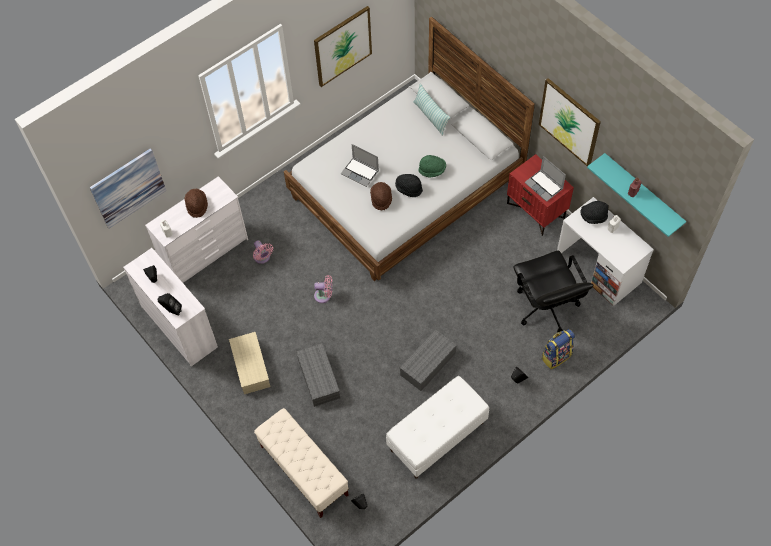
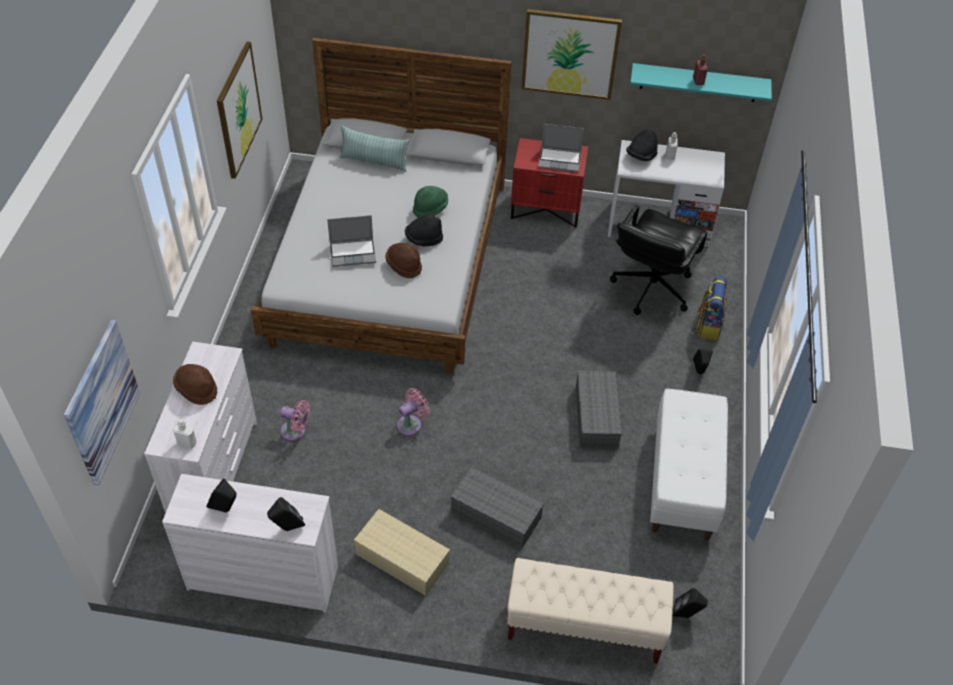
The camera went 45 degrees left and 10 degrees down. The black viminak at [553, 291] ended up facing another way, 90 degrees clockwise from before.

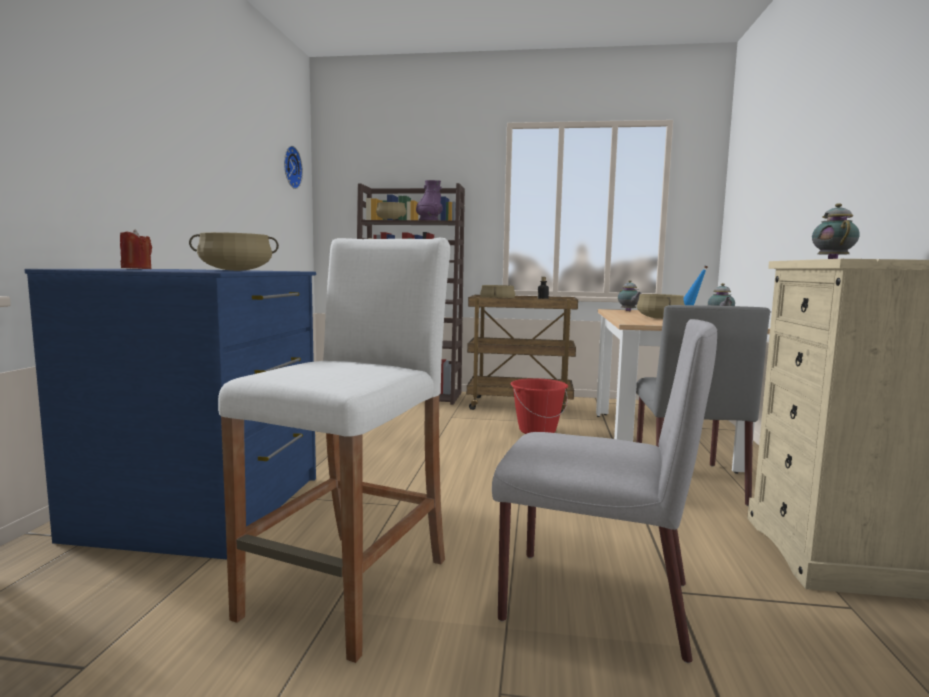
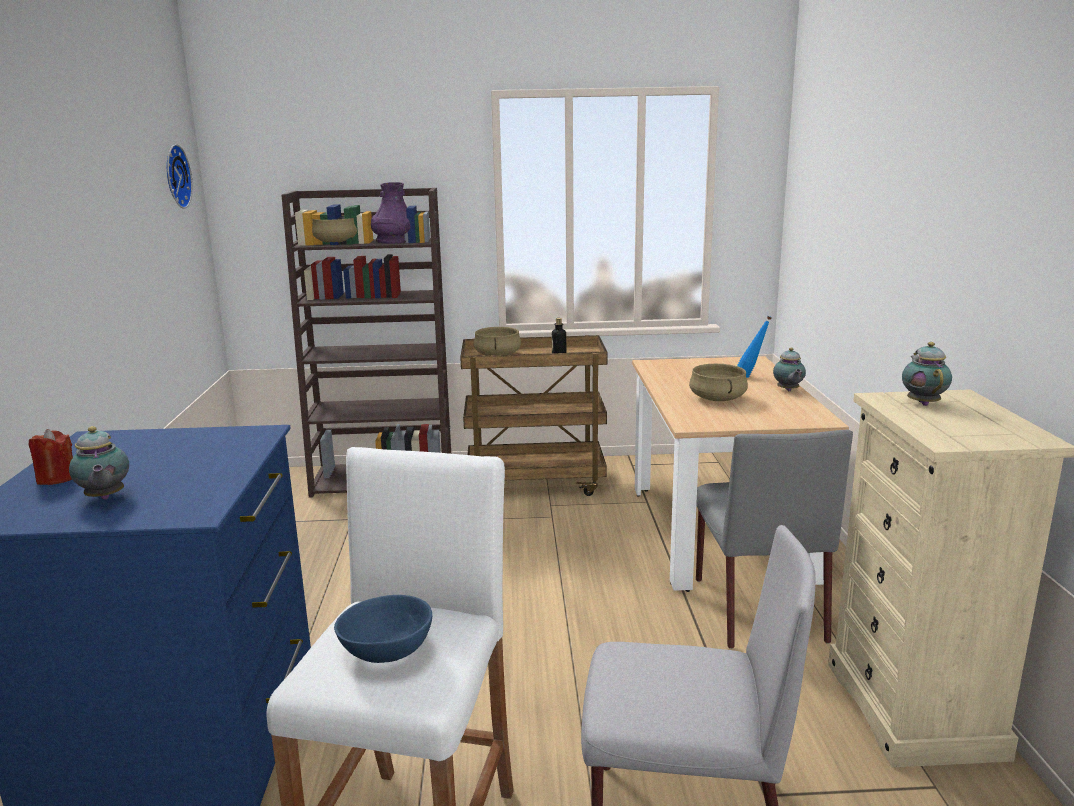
The camera went 10 degrees left and 10 degrees up. The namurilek ended up elsewhere, having gone from [629, 295] to [99, 463]. The second view gained the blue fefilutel at [383, 629]. The second view lost the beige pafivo at [234, 251]. The second view lost the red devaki at [539, 406].

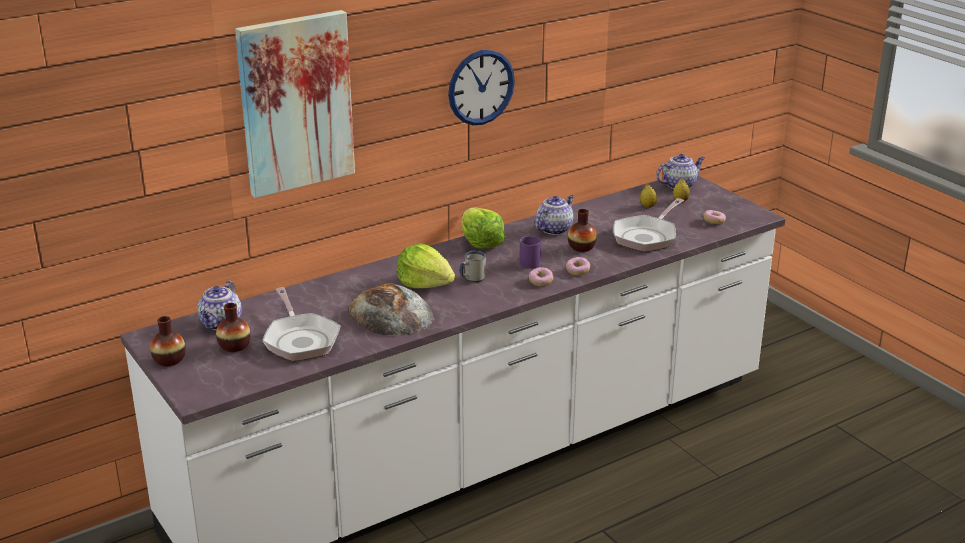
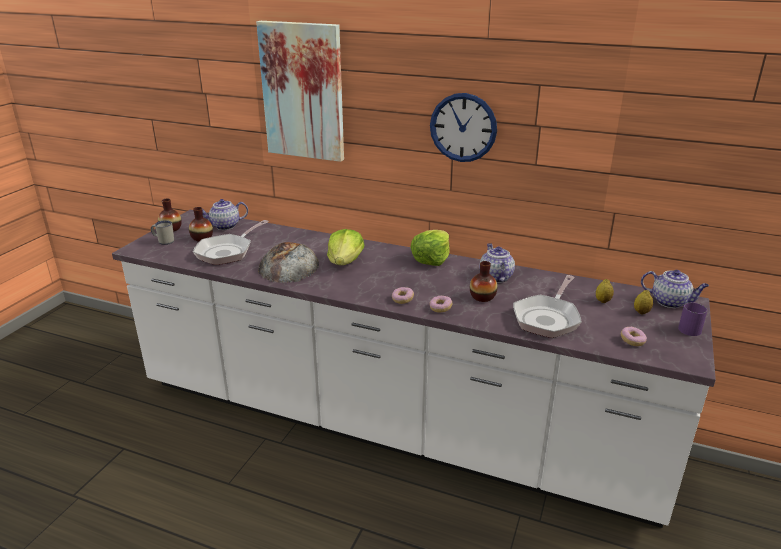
The camera went 55 degrees right and 0 degrees up. The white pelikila ended up elsewhere, having gone from [472, 266] to [162, 232]. The namurilek at [554, 215] ended up facing another way, 105 degrees counterclockwise from before. The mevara at [648, 225] ended up facing another way, 60 degrees counterclockwise from before. The purple pelikila ended up elsewhere, having gone from [530, 252] to [693, 319].

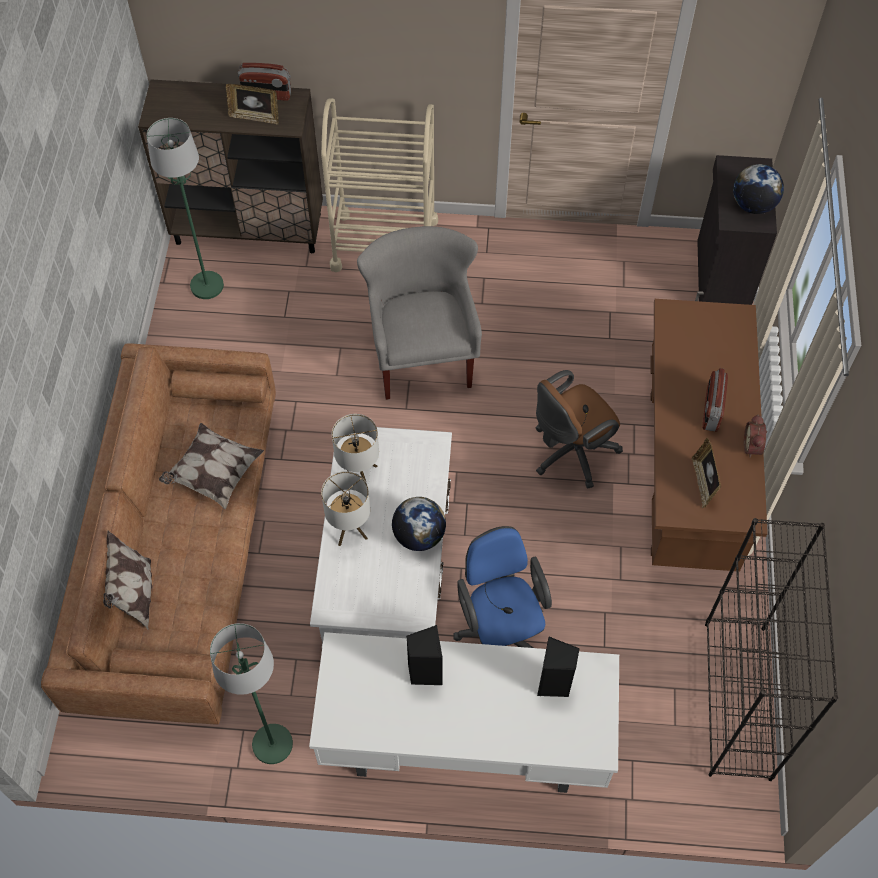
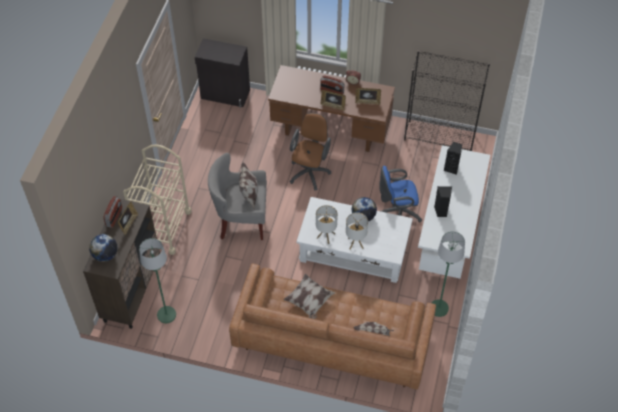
The camera went 80 degrees left and 5 degrees down. The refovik ended up elsewhere, having gone from [758, 189] to [103, 248]. The second view gained the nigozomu at [248, 185]. The brown viminak at [579, 429] ended up facing another way, 135 degrees counterclockwise from before. The second view gained the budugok at [333, 100].

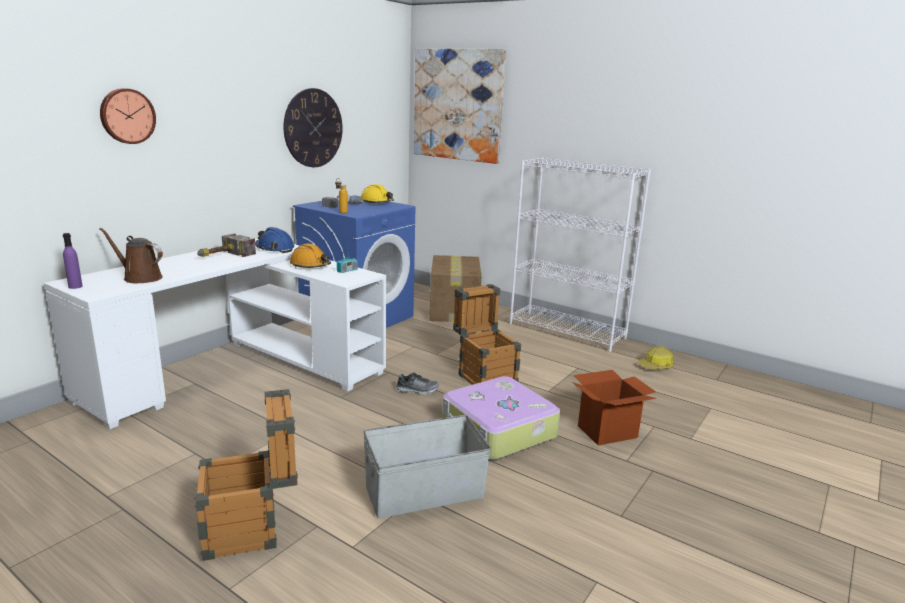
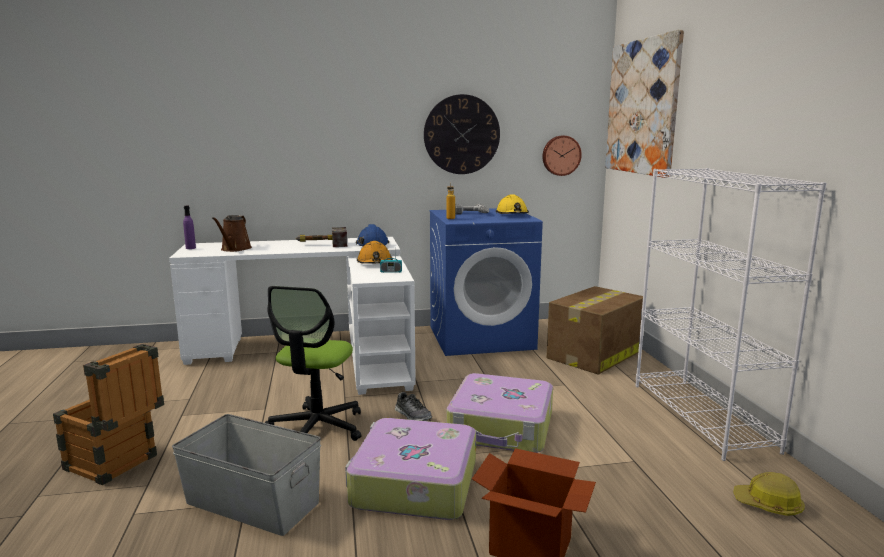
The camera went 45 degrees right and 5 degrees down. The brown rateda at [131, 255] ended up facing another way, 150 degrees counterclockwise from before. The second view gained the viminak at [313, 363]. Where the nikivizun stood at [487, 334], the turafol came to stand at [499, 413]. The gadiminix ended up elsewhere, having gone from [128, 116] to [562, 156].

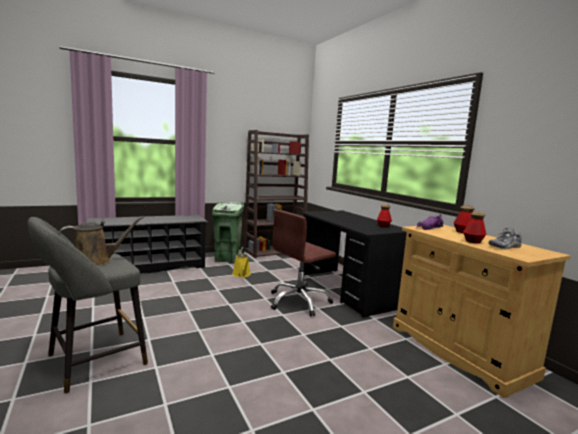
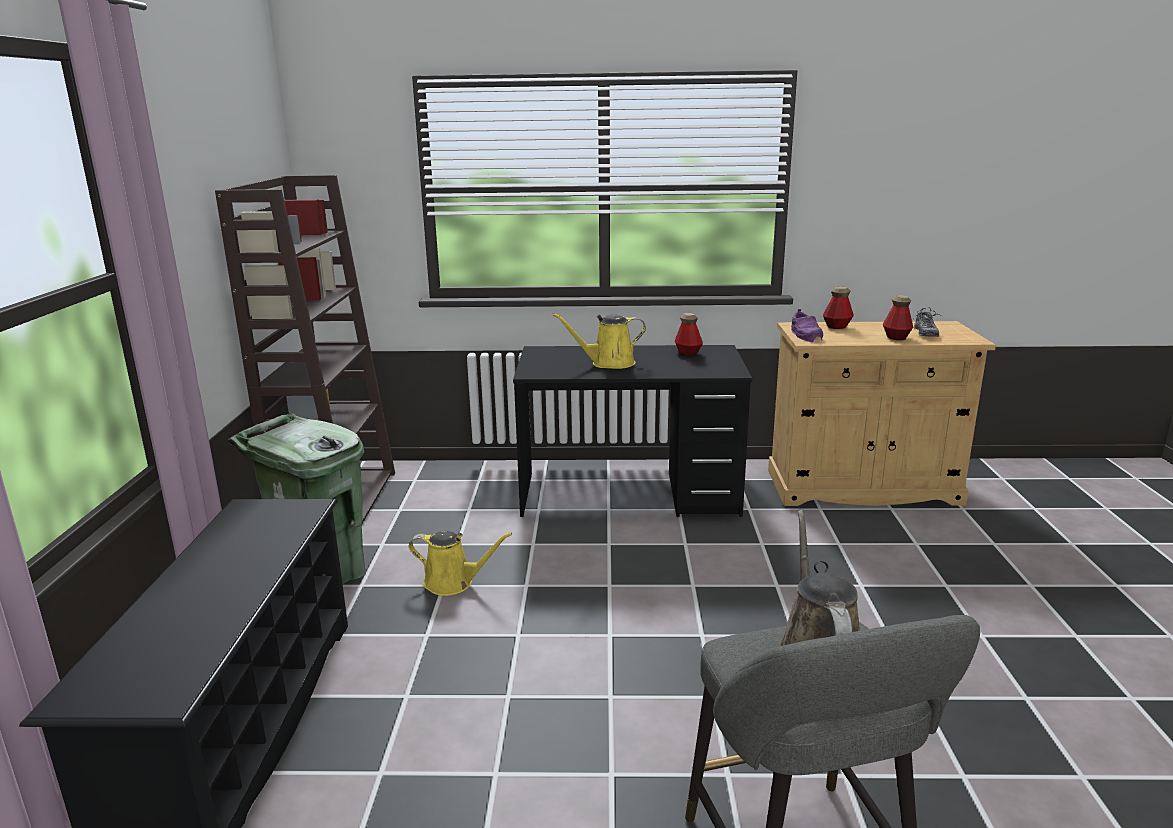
The camera went 60 degrees left and 10 degrees up. The second view gained the yellow rateda at [599, 341]. The second view lost the brown viminak at [303, 262].

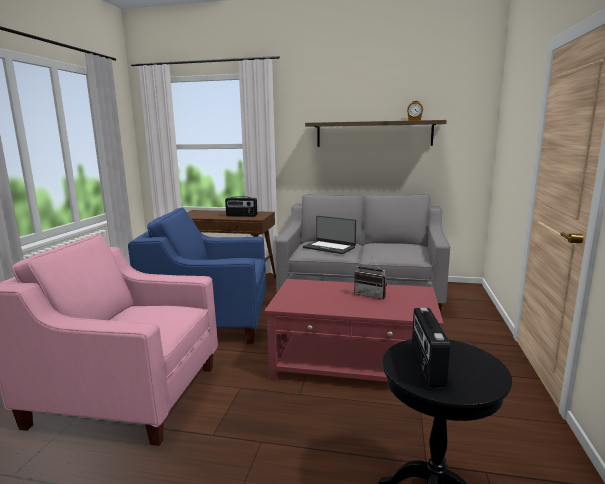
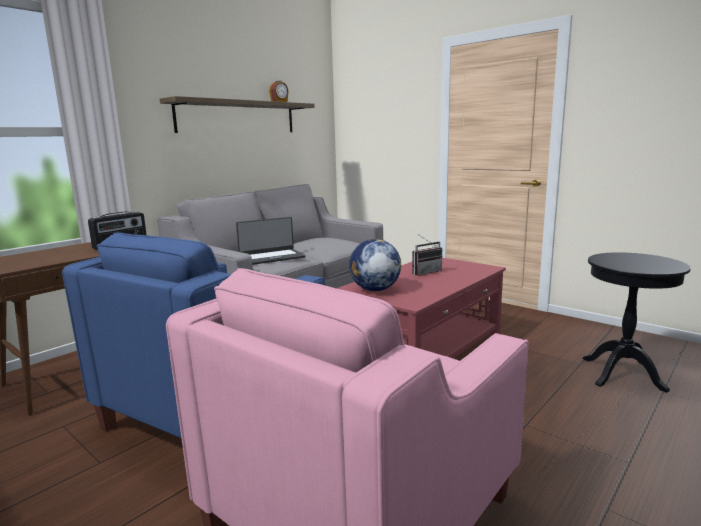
The camera went 60 degrees left and 0 degrees up. The second view gained the refovik at [375, 265]. The second view lost the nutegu at [431, 348].

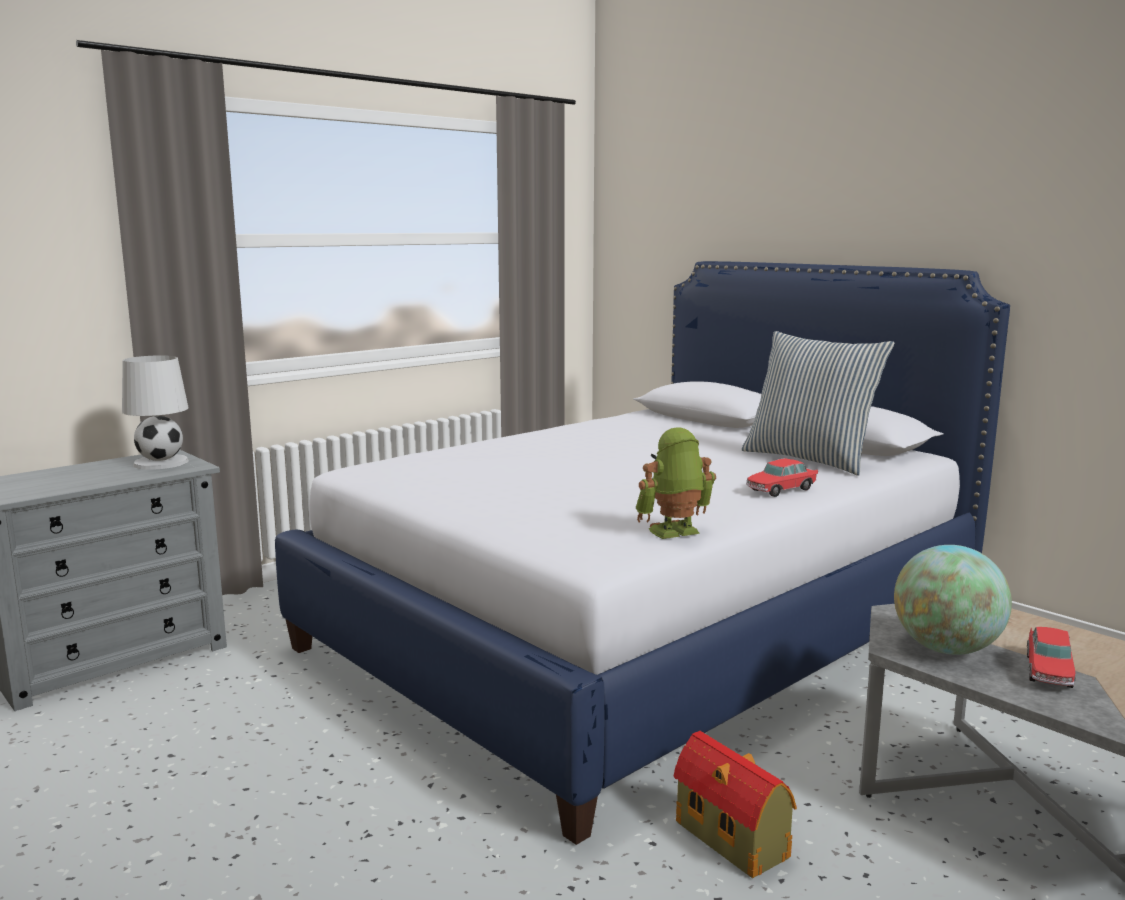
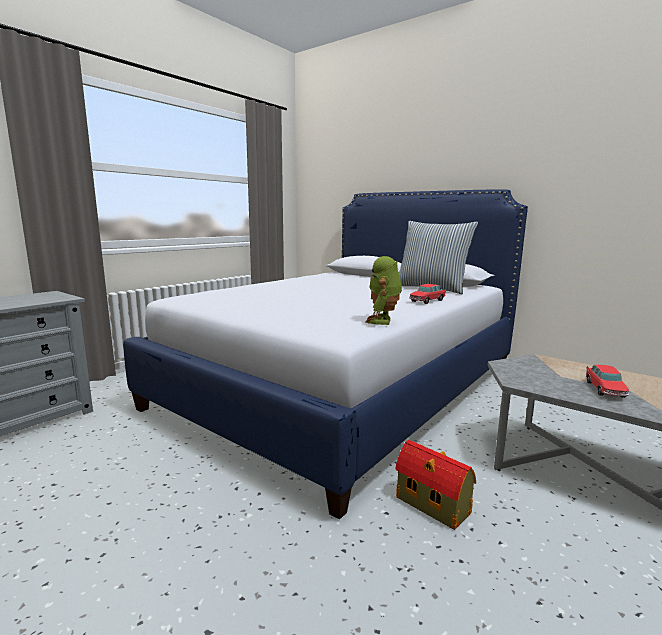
The camera went 10 degrees left and 0 degrees up. The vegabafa at [676, 483] ended up facing another way, 45 degrees counterclockwise from before. The second view lost the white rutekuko at [155, 412]. The second view lost the refovik at [953, 600].

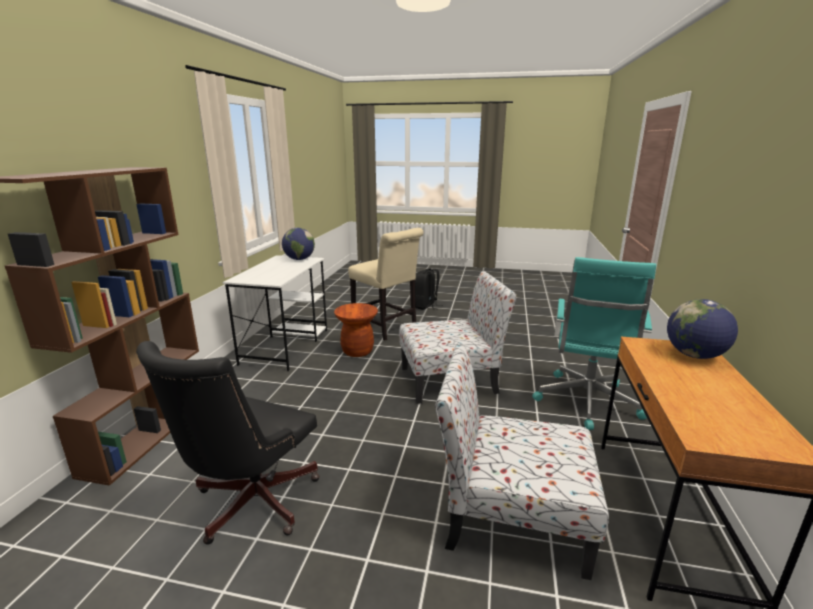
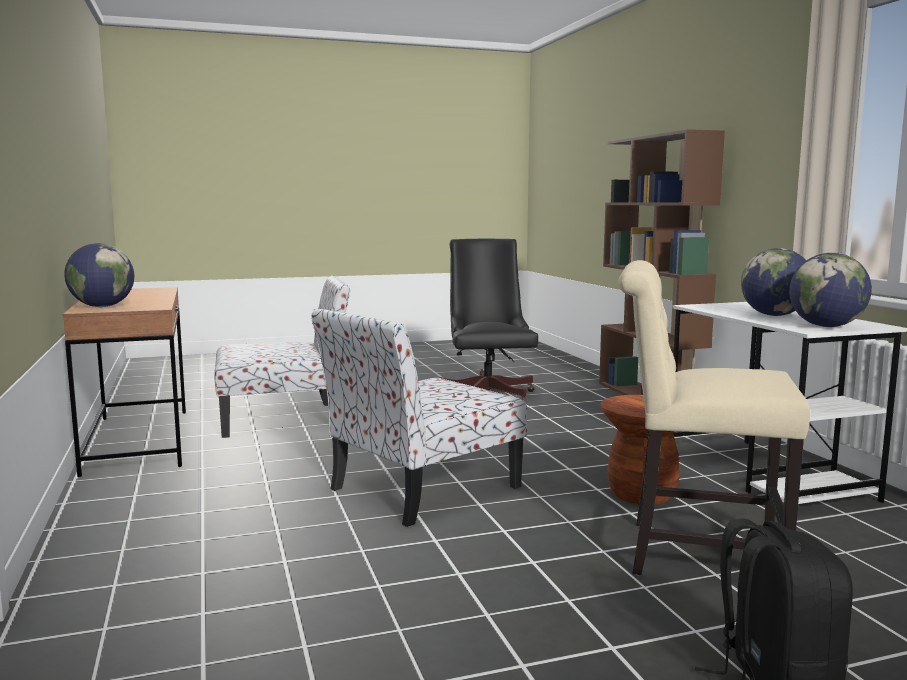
The camera went 150 degrees right and 10 degrees down. The second view gained the refovik at [773, 282]. The second view lost the turquoise viminak at [594, 343].

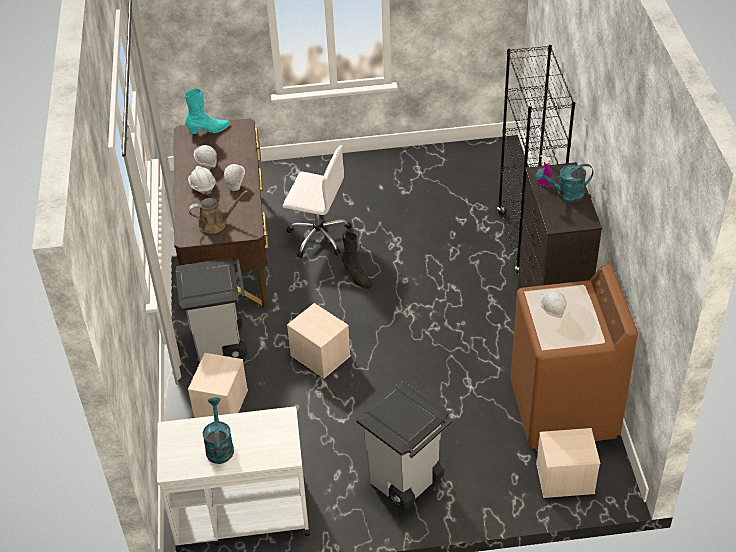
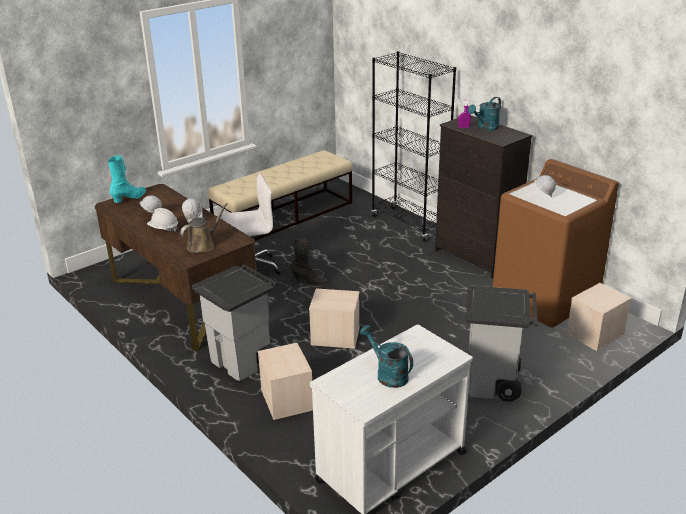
The camera went 35 degrees left and 15 degrees down. The second view gained the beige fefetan at [280, 195].

